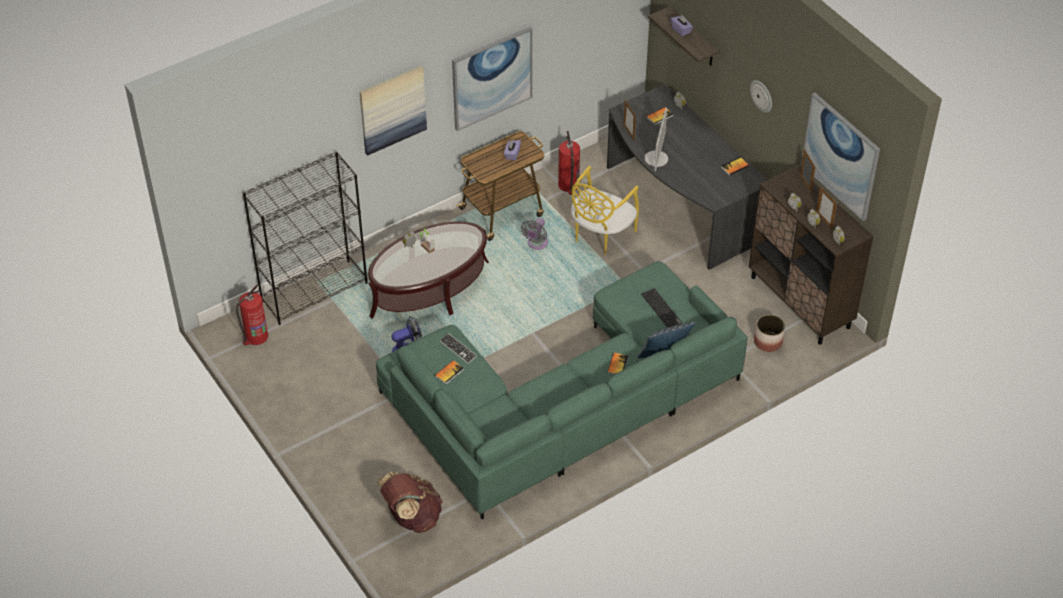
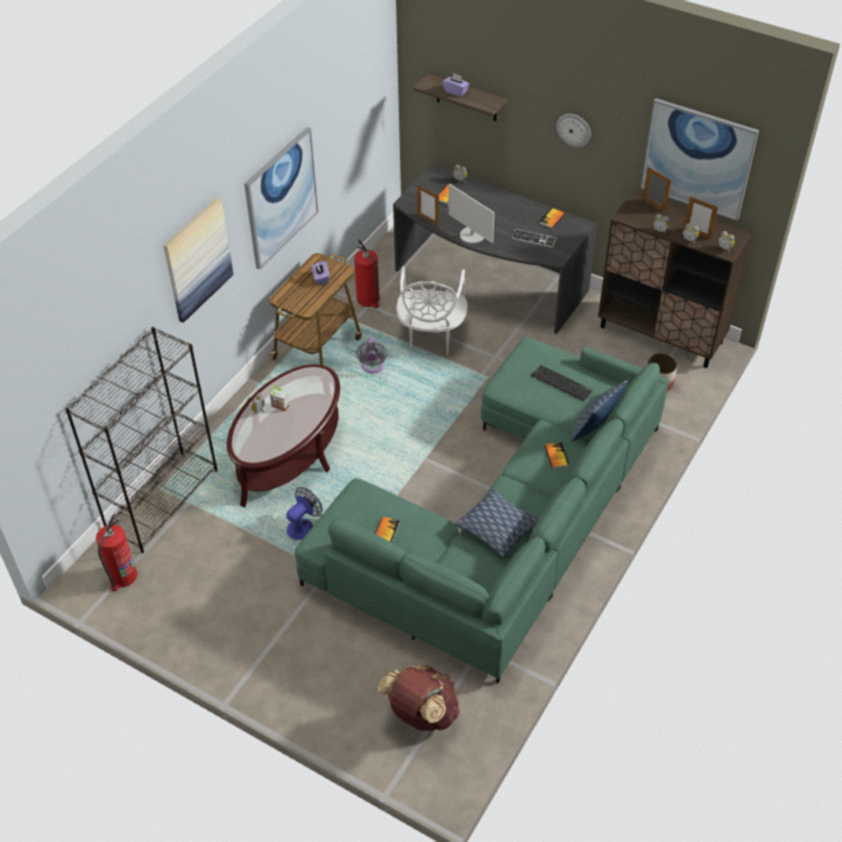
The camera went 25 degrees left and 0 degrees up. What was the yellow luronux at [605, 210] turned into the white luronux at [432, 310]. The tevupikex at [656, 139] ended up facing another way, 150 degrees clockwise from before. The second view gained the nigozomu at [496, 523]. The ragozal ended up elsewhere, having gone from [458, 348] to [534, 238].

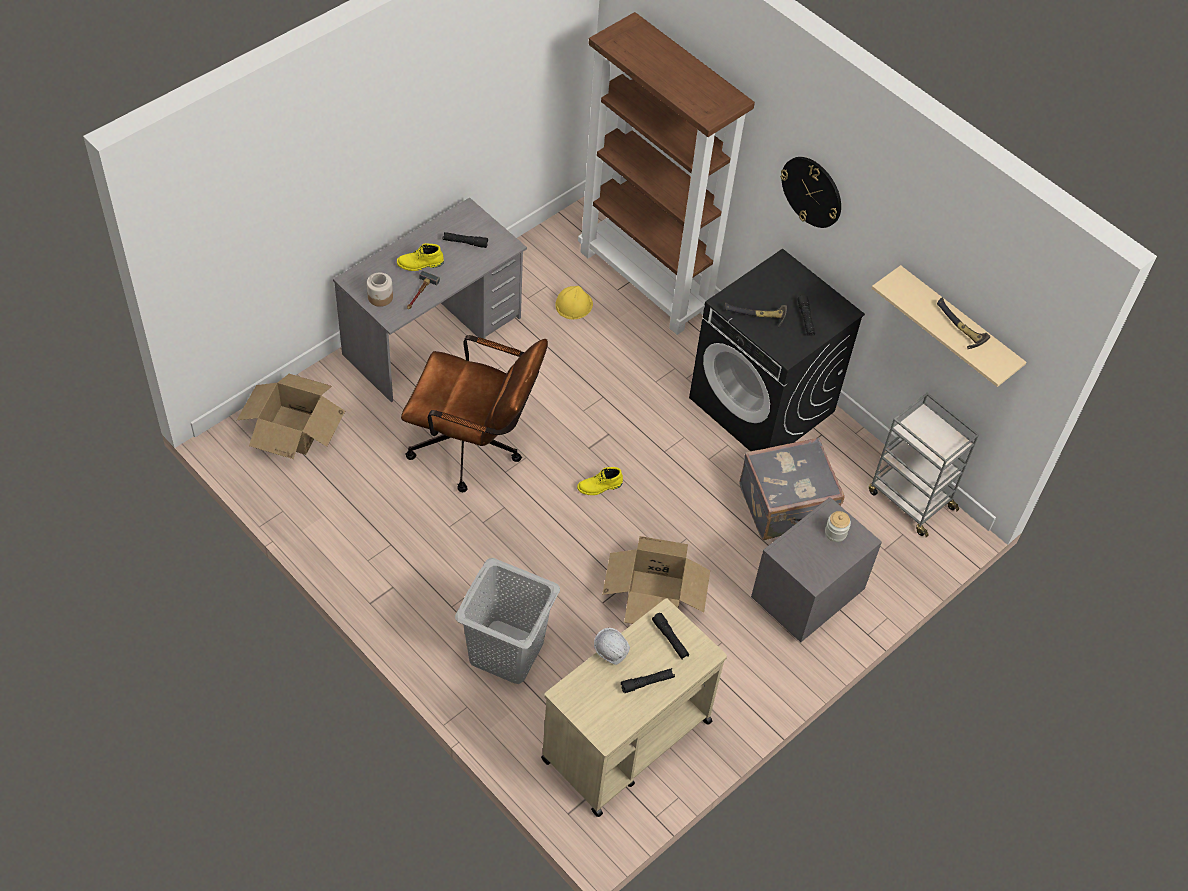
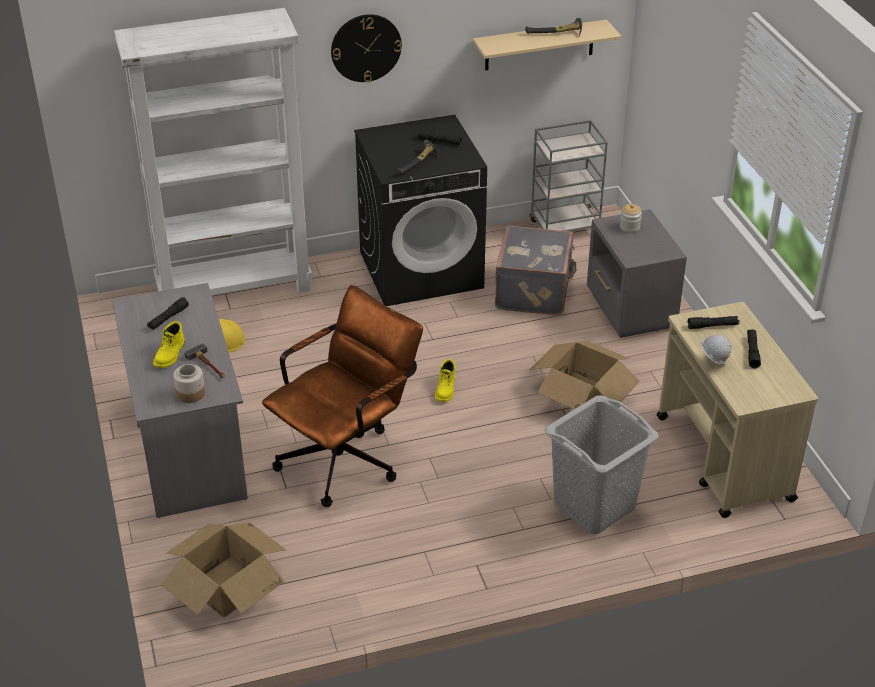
The camera went 60 degrees left and 15 degrees down. What was the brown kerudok at [666, 173] turned into the white kerudok at [213, 151].

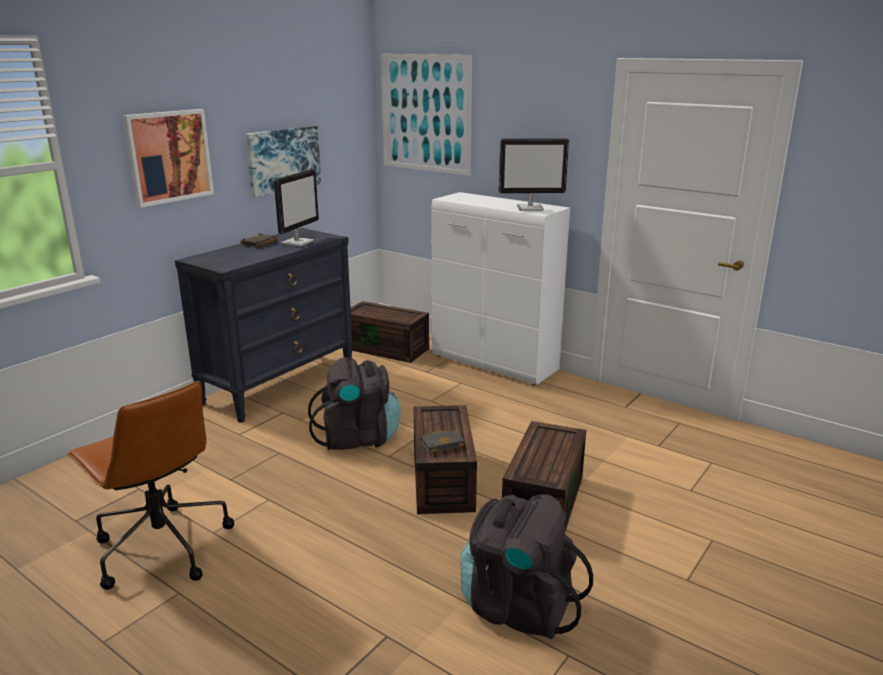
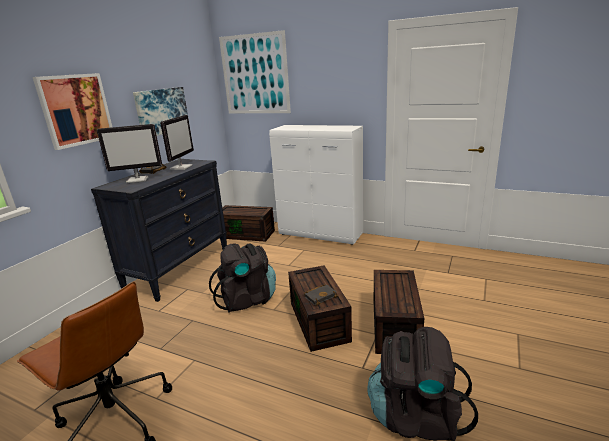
The camera went 10 degrees left and 0 degrees up. The tevupikex ended up elsewhere, having gone from [534, 174] to [129, 153].

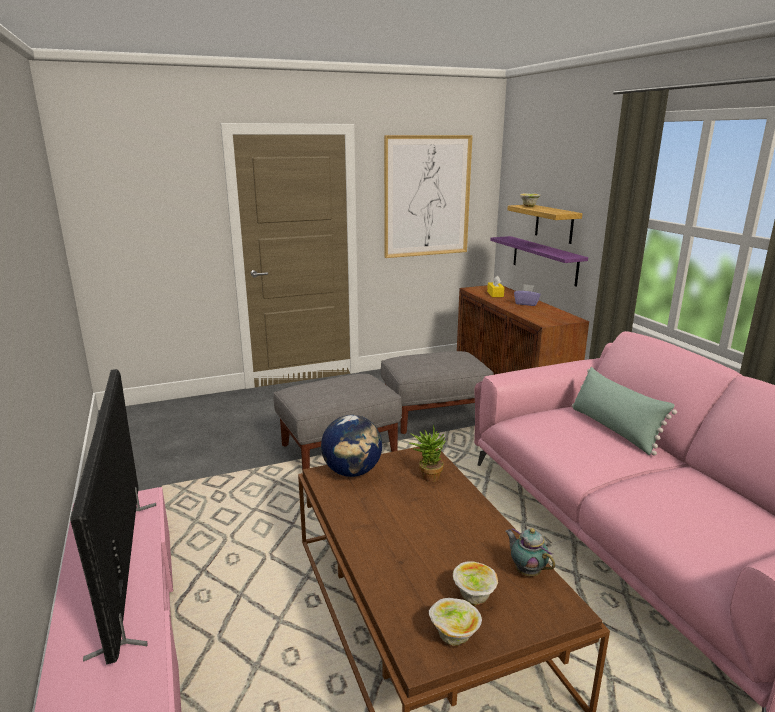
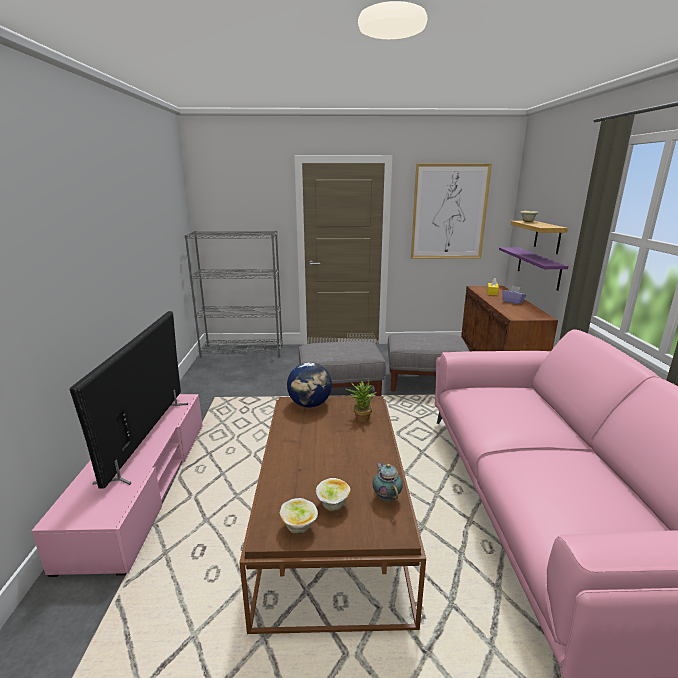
The camera went 20 degrees right and 0 degrees up. The second view gained the grey kerudok at [234, 294]. The second view lost the green nigozomu at [624, 411].

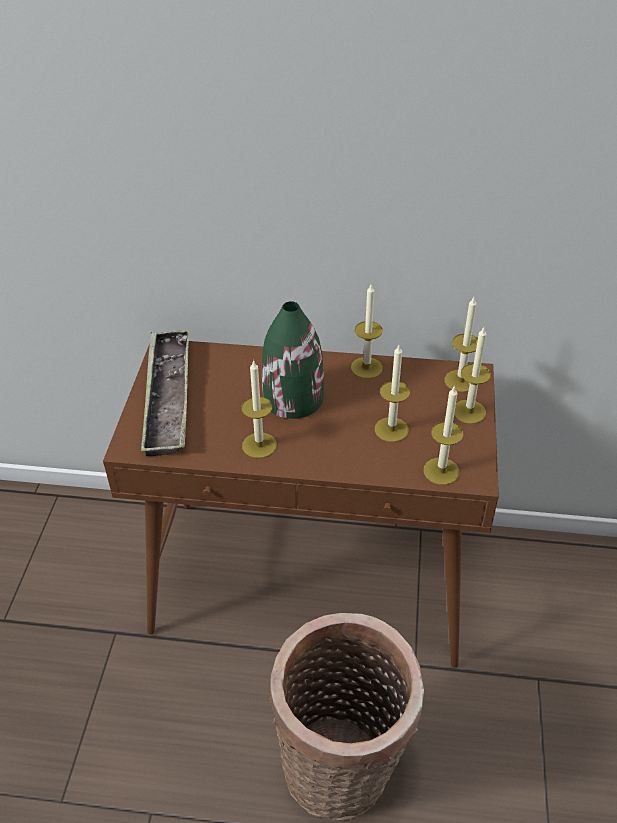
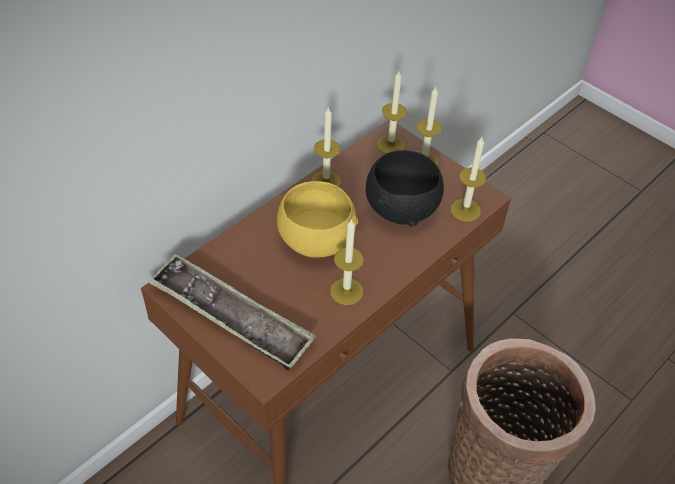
The camera went 55 degrees left and 5 degrees up. Where the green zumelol stood at [293, 360], the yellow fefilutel came to stand at [317, 219]. Where the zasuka stood at [392, 393], the black fefilutel came to stand at [405, 188].

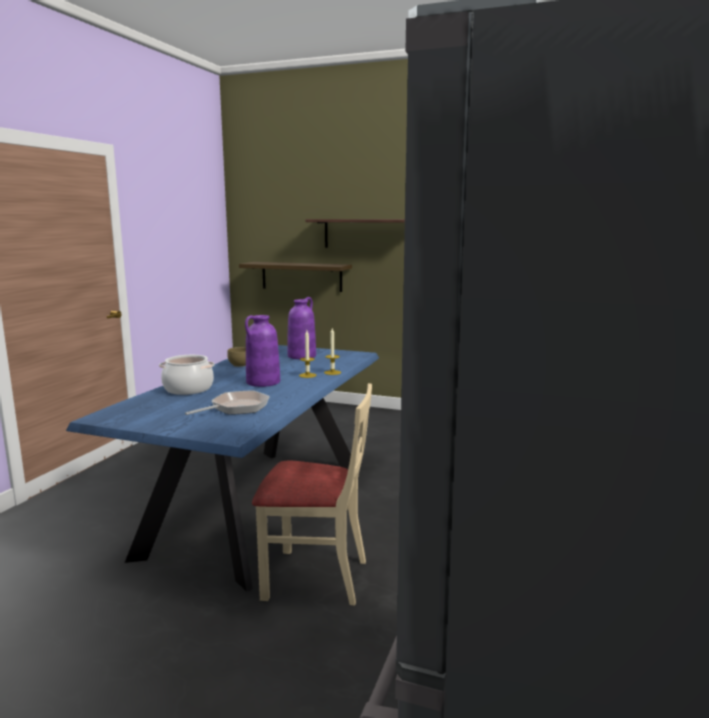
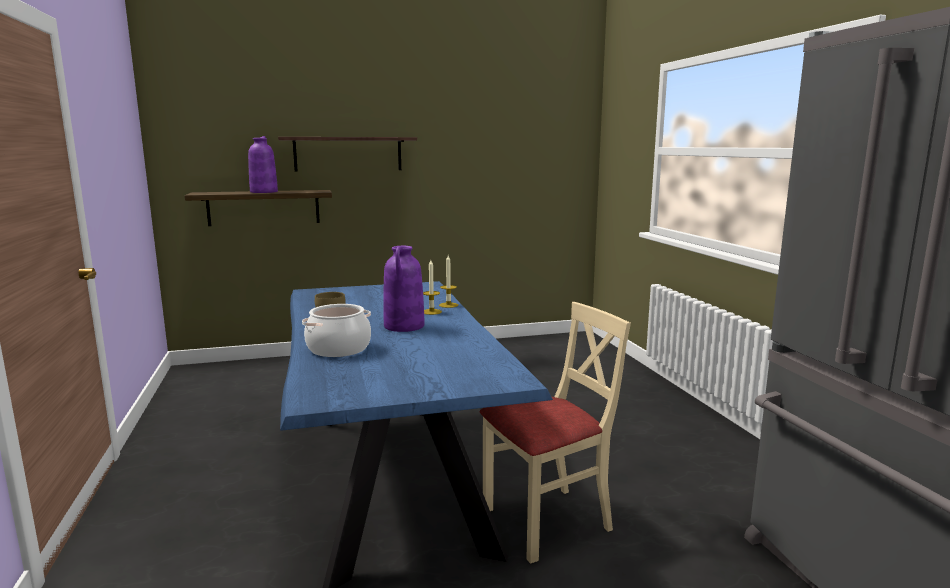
The camera went 35 degrees left and 0 degrees up. The purple zumelol ended up elsewhere, having gone from [301, 328] to [263, 164]. The second view lost the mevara at [227, 402].

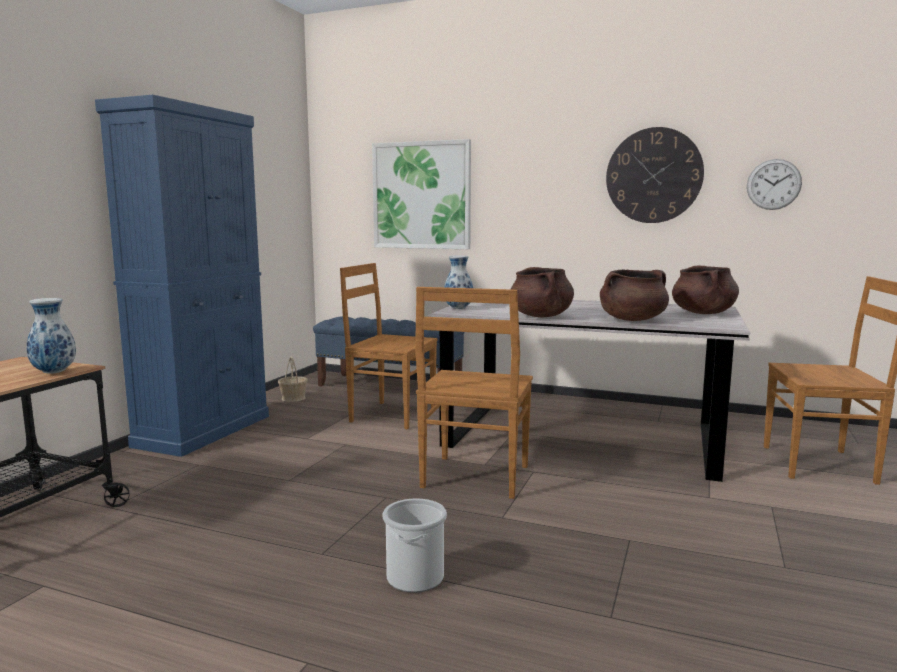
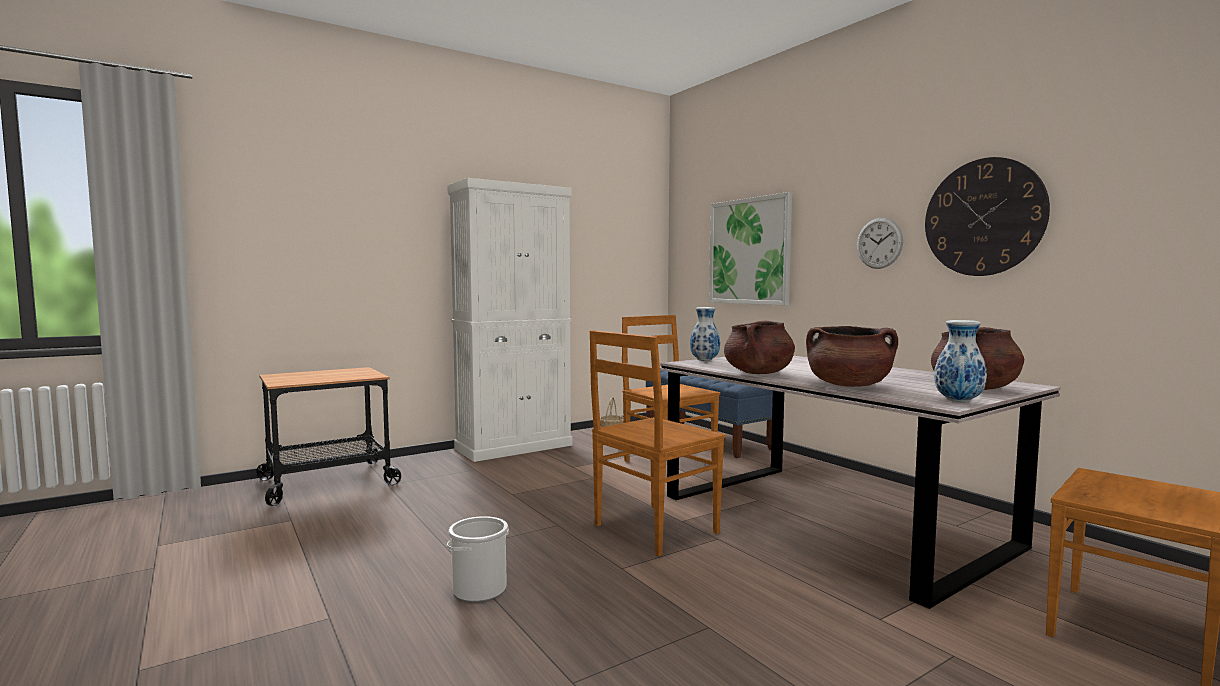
The camera went 35 degrees right and 5 degrees down. What was the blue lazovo at [182, 276] turned into the white lazovo at [510, 320]. The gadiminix ended up elsewhere, having gone from [774, 184] to [880, 243]. The zumelol ended up elsewhere, having gone from [51, 336] to [960, 361].

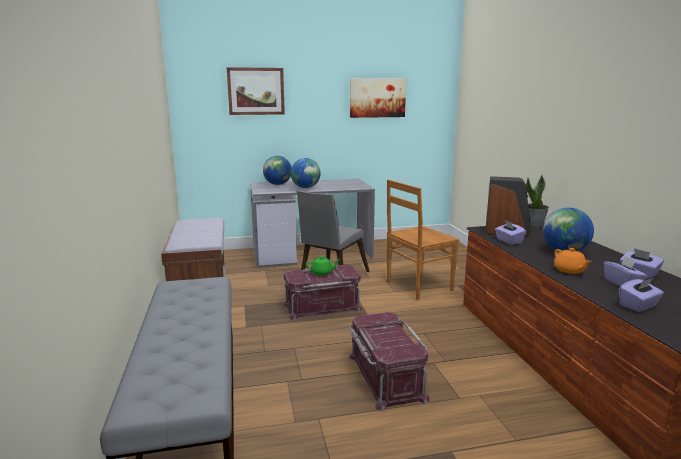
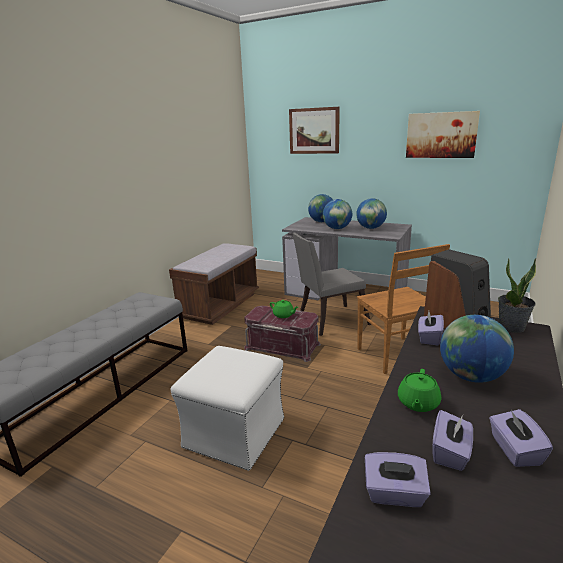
The camera went 40 degrees right and 5 degrees up. Where the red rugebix stood at [389, 361], the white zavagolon came to stand at [227, 408]. The second view gained the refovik at [371, 213]. The brown luronux at [423, 239] ended up facing another way, 120 degrees counterclockwise from before. What was the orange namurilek at [573, 261] turned into the green namurilek at [419, 390].

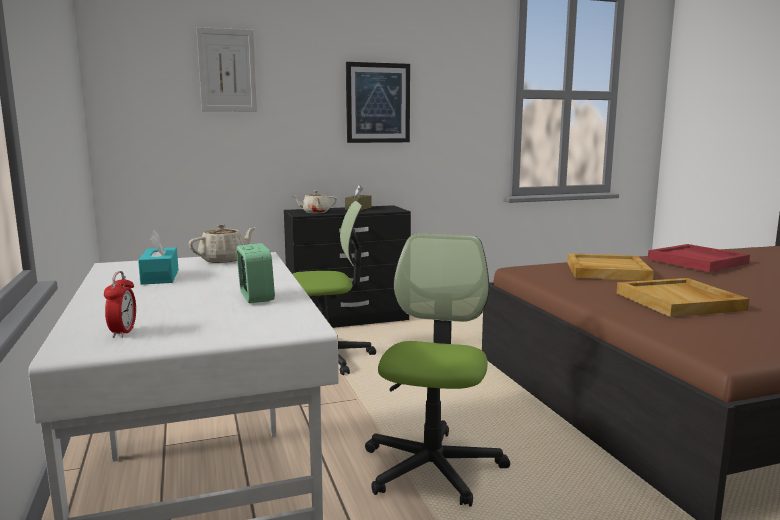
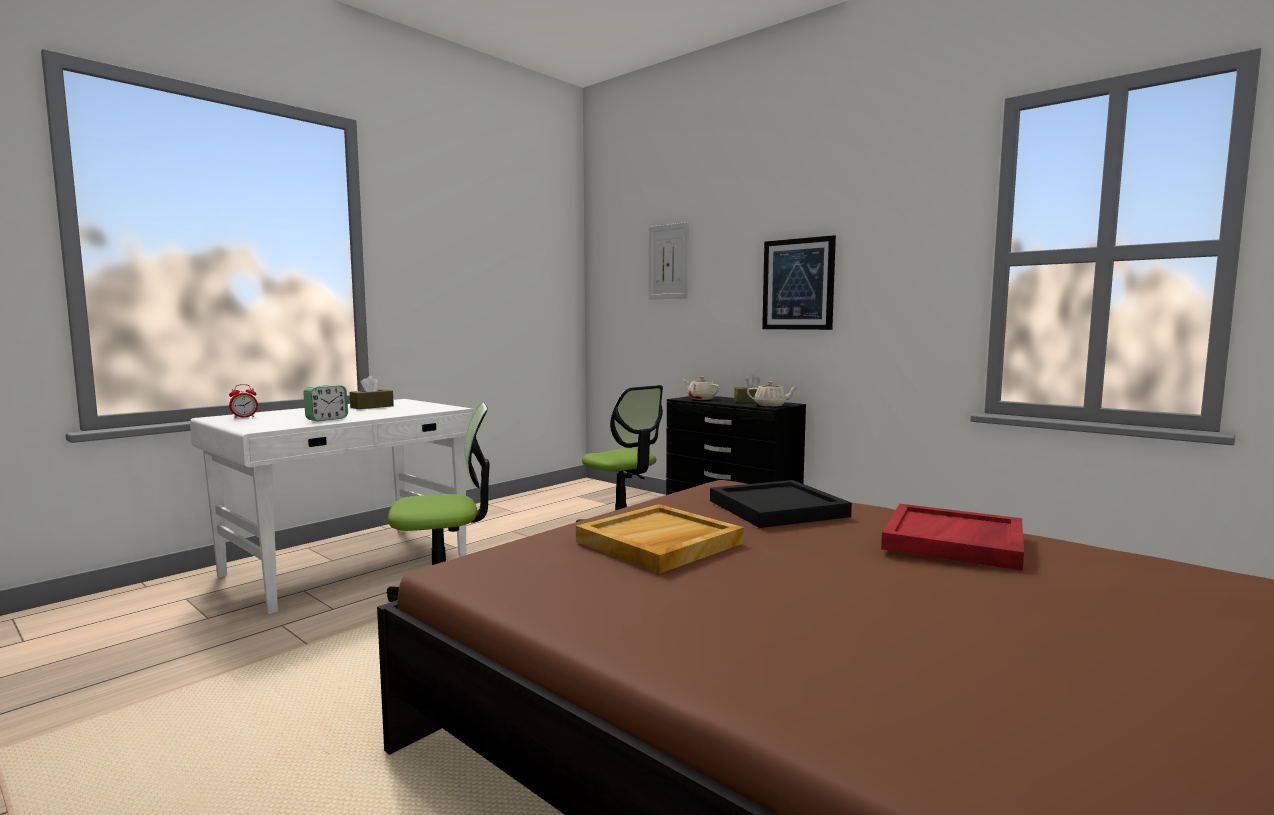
The camera went 60 degrees right and 5 degrees down. What was the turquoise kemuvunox at [158, 257] turned into the brown kemuvunox at [372, 392]. What was the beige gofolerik at [610, 267] turned into the black gofolerik at [781, 504]. The beige namurilek ended up elsewhere, having gone from [222, 243] to [772, 394].

